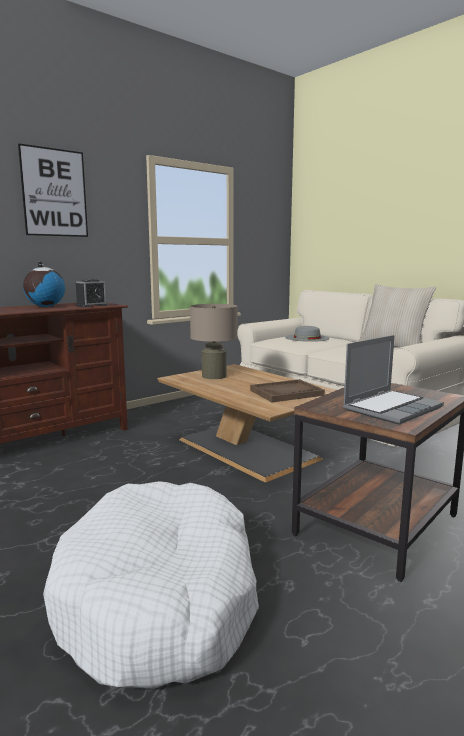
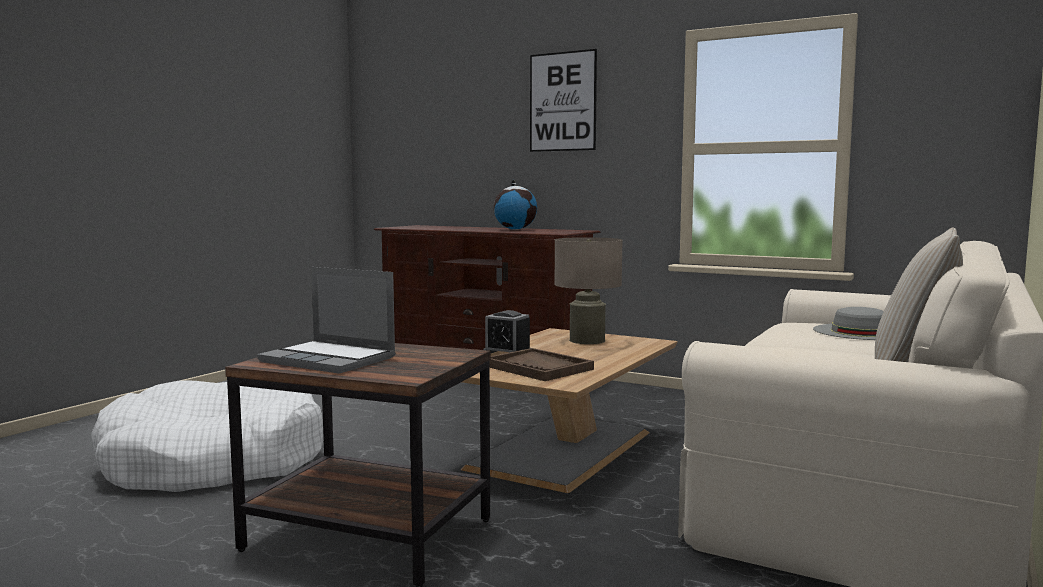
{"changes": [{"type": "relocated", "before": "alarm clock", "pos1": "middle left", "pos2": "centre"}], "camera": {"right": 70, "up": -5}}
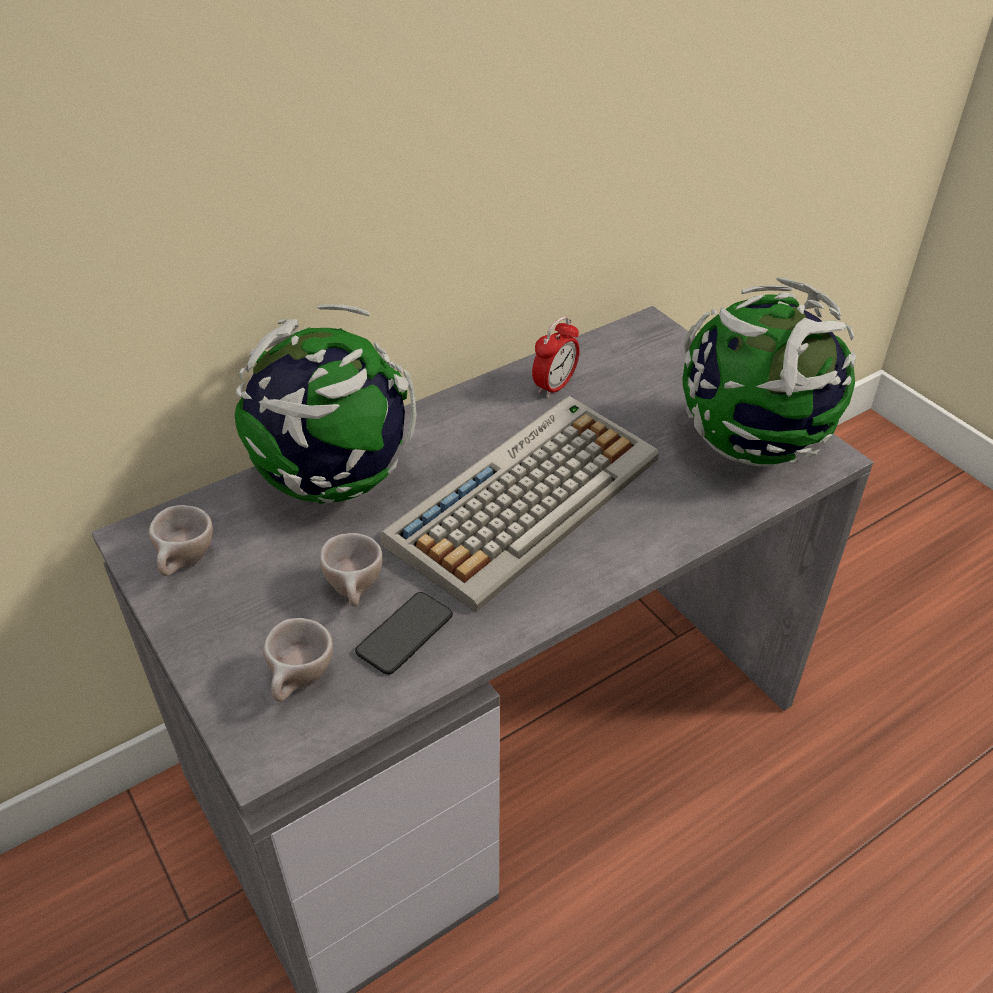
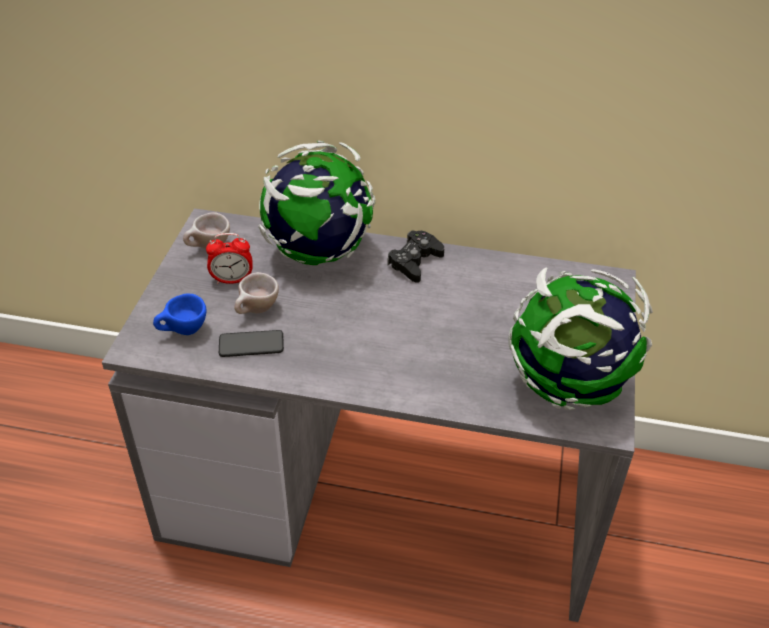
{"changes": [{"type": "colour", "before": "beige cup (no. 2 from left)", "after": "blue cup", "pos1": "middle left", "pos2": "middle left"}, {"type": "relocated", "before": "alarm clock", "pos1": "centre", "pos2": "middle left"}, {"type": "appeared", "after": "black game controller", "pos2": "centre"}, {"type": "missing", "before": "keyboard", "pos1": "centre"}], "camera": {"right": 45, "up": 0}}
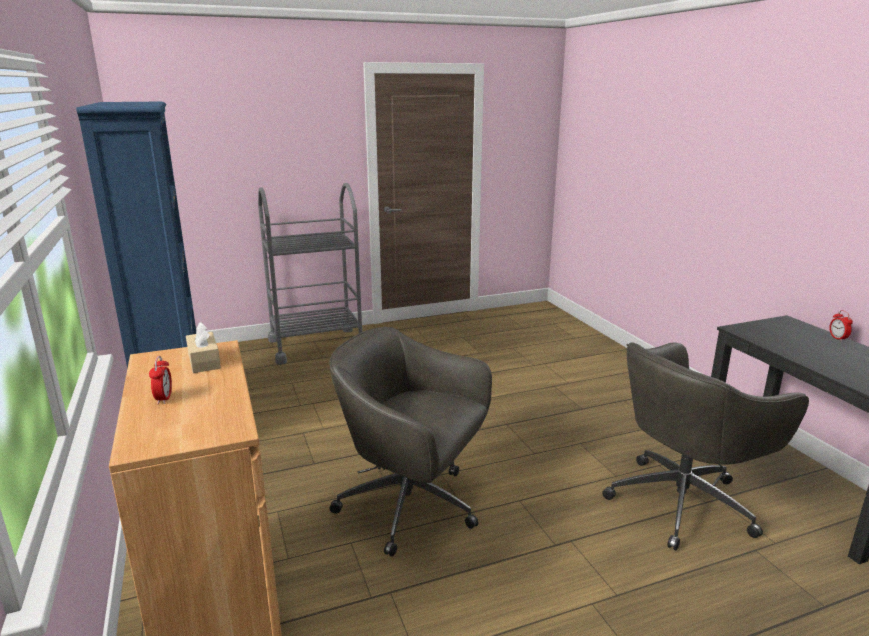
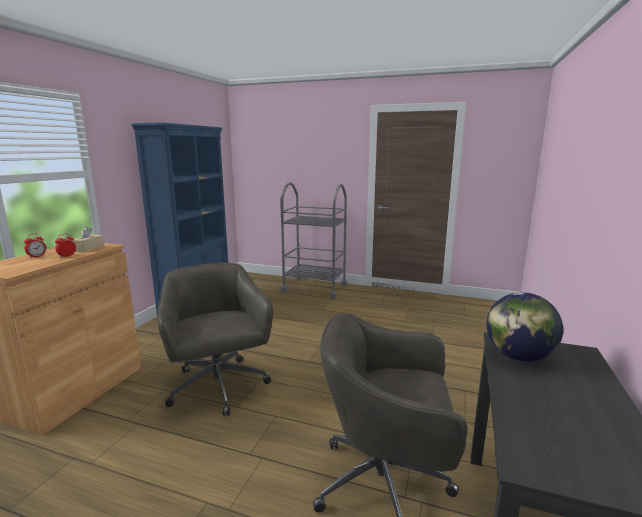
{"changes": [{"type": "relocated", "before": "alarm clock (no. 2 from left)", "pos1": "middle right", "pos2": "middle left"}, {"type": "appeared", "after": "globe", "pos2": "middle right"}], "camera": {"right": 40, "up": -5}}
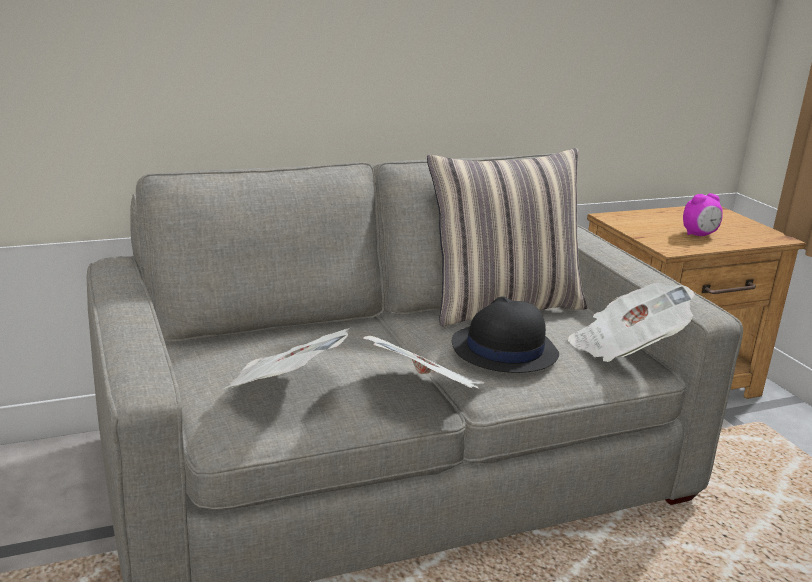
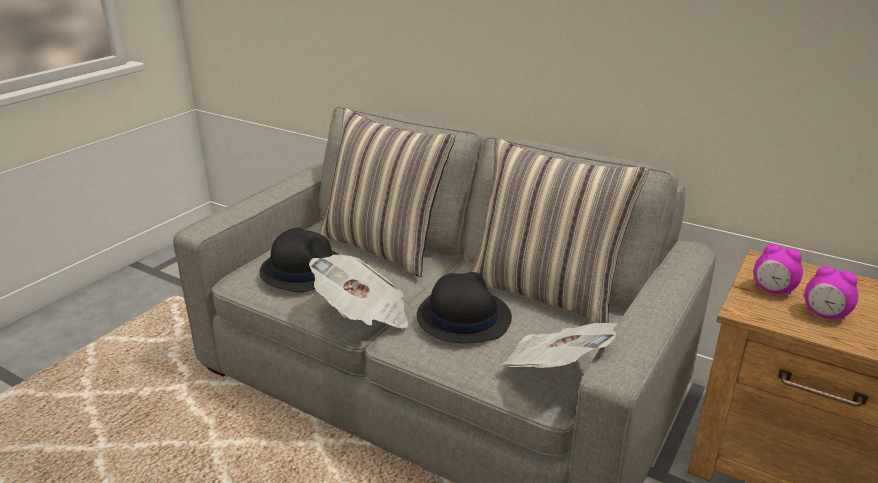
{"changes": [{"type": "exchanged", "before": "newspaper (no. 1 from left)", "after": "black hat (no. 1 from left)", "pos1": "centre", "pos2": "centre"}, {"type": "appeared", "after": "pillow (no. 1 from left)", "pos2": "centre"}, {"type": "appeared", "after": "alarm clock (no. 1 from left)", "pos2": "middle right"}], "camera": {"right": 55, "up": 5}}
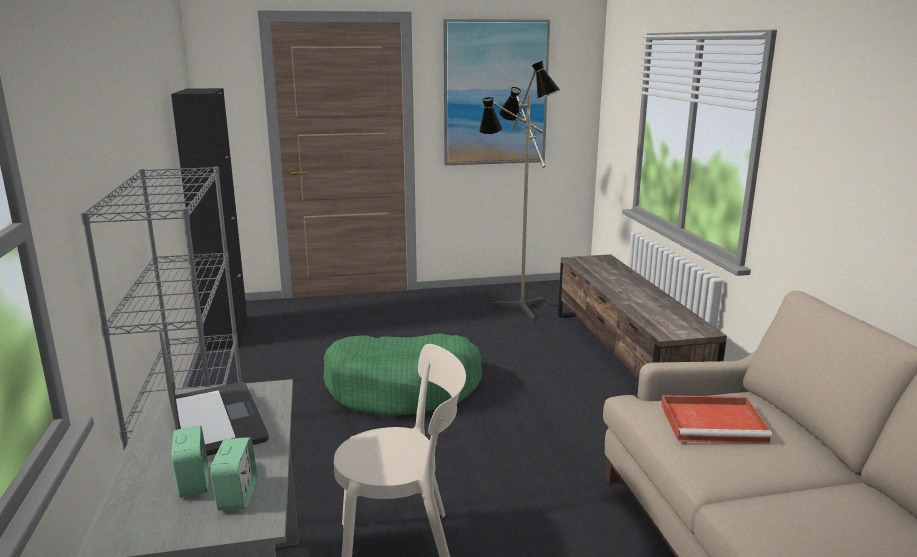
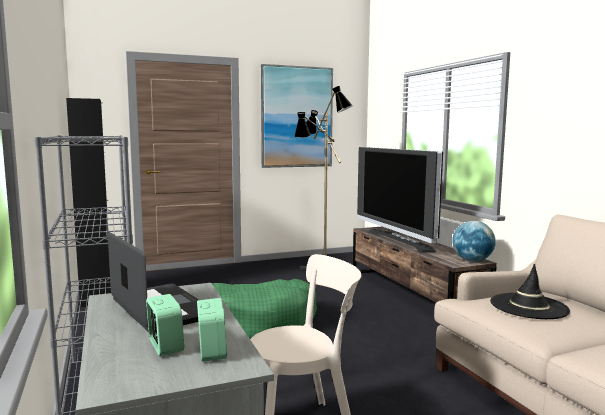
{"changes": [{"type": "appeared", "after": "television", "pos2": "centre"}, {"type": "appeared", "after": "globe", "pos2": "middle right"}, {"type": "exchanged", "before": "red tray", "after": "black hat", "pos1": "bottom right", "pos2": "bottom right"}], "camera": {"right": -10, "up": -10}}
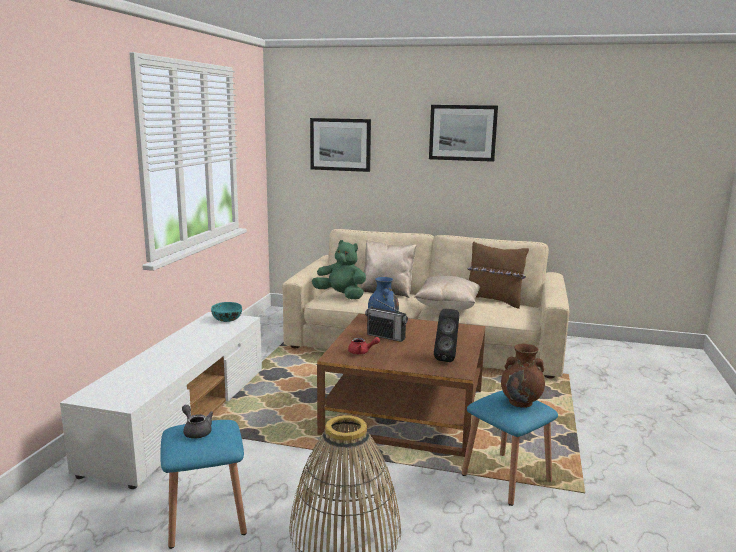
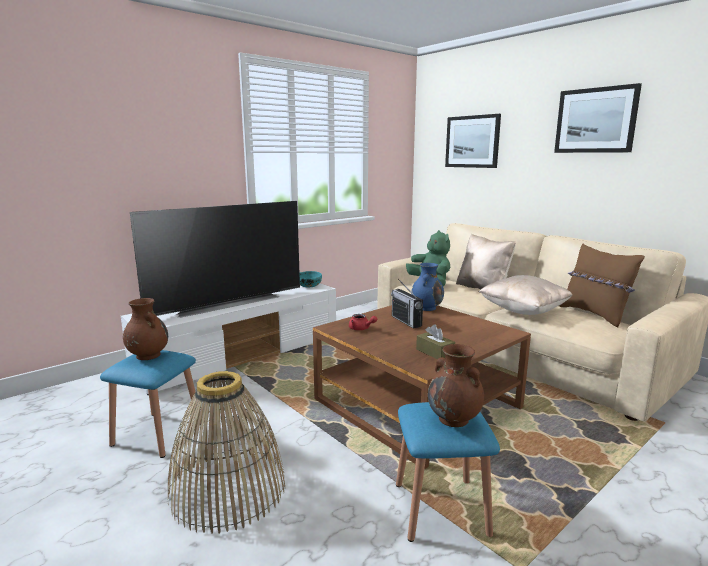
{"changes": [{"type": "exchanged", "before": "grey teapot", "after": "brown vase (no. 1 from left)", "pos1": "bottom left", "pos2": "middle left"}, {"type": "appeared", "after": "television", "pos2": "middle left"}, {"type": "exchanged", "before": "black speaker", "after": "brown tissue box", "pos1": "centre", "pos2": "centre"}], "camera": {"right": 35, "up": 0}}
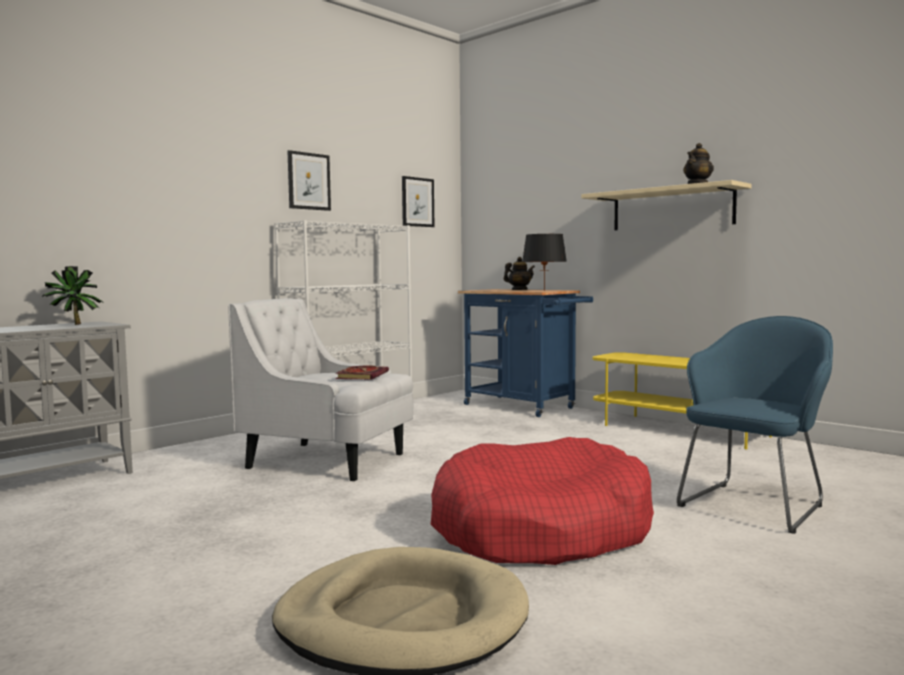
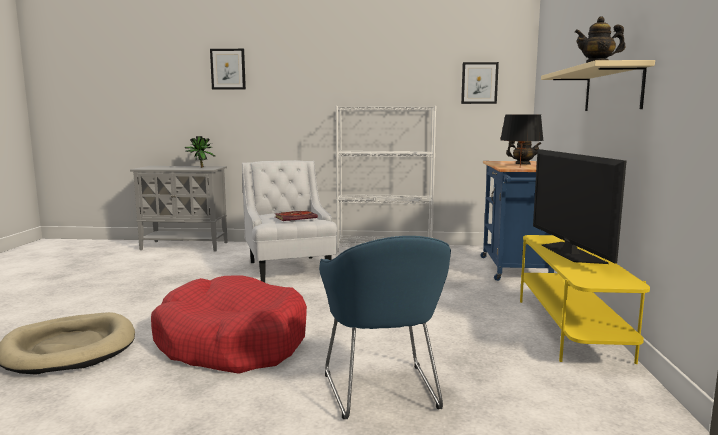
{"changes": [{"type": "relocated", "before": "picture (no. 1 from left)", "pos1": "top centre", "pos2": "top left"}, {"type": "spun", "before": "blue armchair", "pos1": "middle right", "pos2": "bottom centre", "turn": 75}, {"type": "appeared", "after": "television", "pos2": "middle right"}], "camera": {"right": 50, "up": 5}}
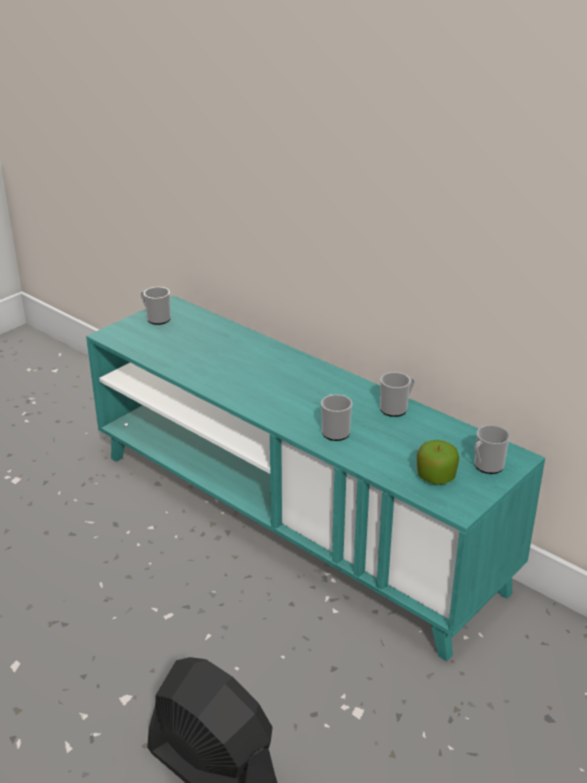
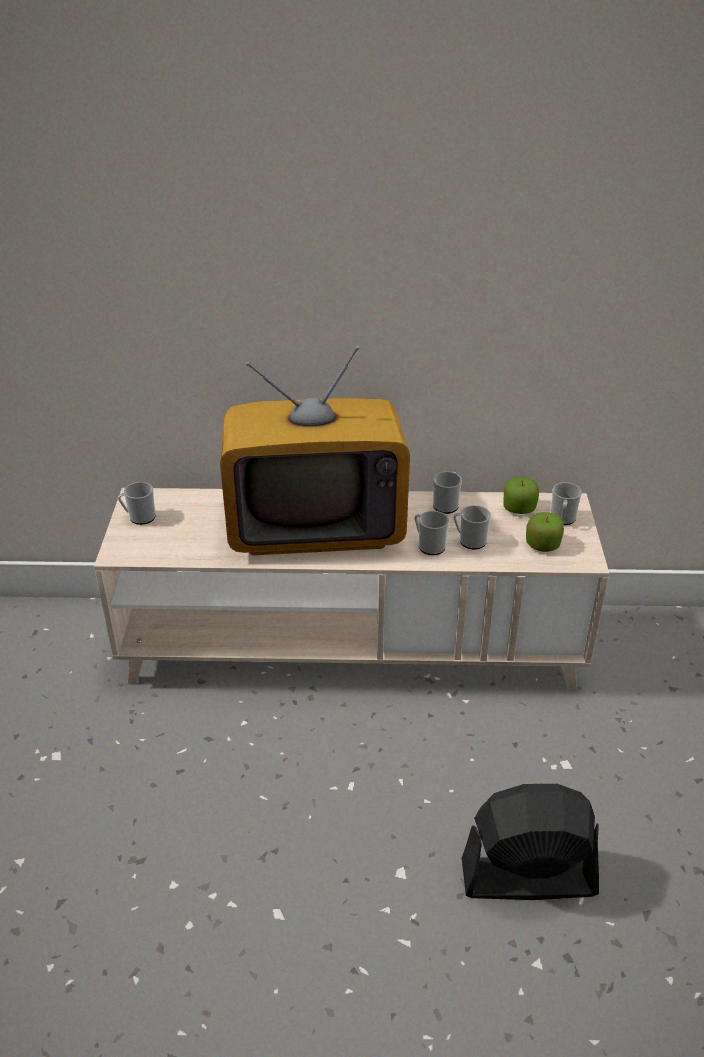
{"changes": [{"type": "colour", "before": "turquoise tv stand", "after": "beige tv stand", "pos1": "centre", "pos2": "centre"}, {"type": "appeared", "after": "television", "pos2": "centre"}, {"type": "appeared", "after": "mug (no. 4 from left)", "pos2": "middle right"}, {"type": "appeared", "after": "apple (no. 1 from left)", "pos2": "middle right"}], "camera": {"right": -40, "up": 5}}
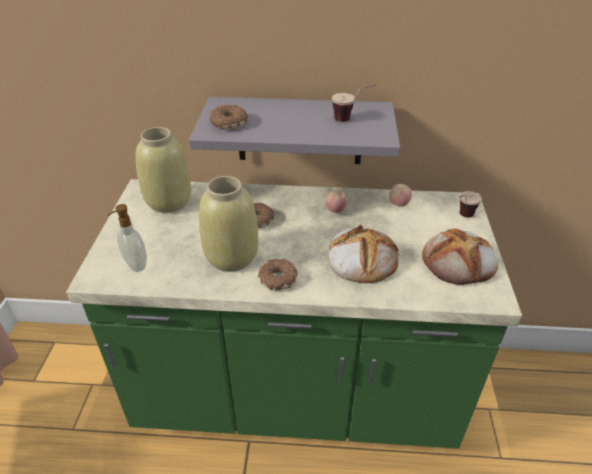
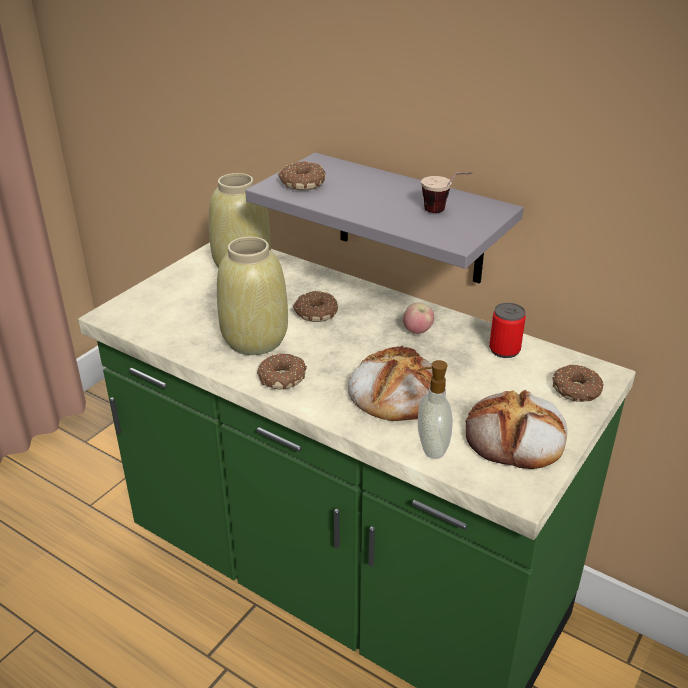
{"changes": [{"type": "relocated", "before": "soap dispenser", "pos1": "middle left", "pos2": "centre"}, {"type": "exchanged", "before": "apple (no. 2 from left)", "after": "can", "pos1": "middle right", "pos2": "middle right"}, {"type": "exchanged", "before": "cup (no. 2 from left)", "after": "donut (no. 4 from left)", "pos1": "middle right", "pos2": "middle right"}], "camera": {"right": 30, "up": -5}}
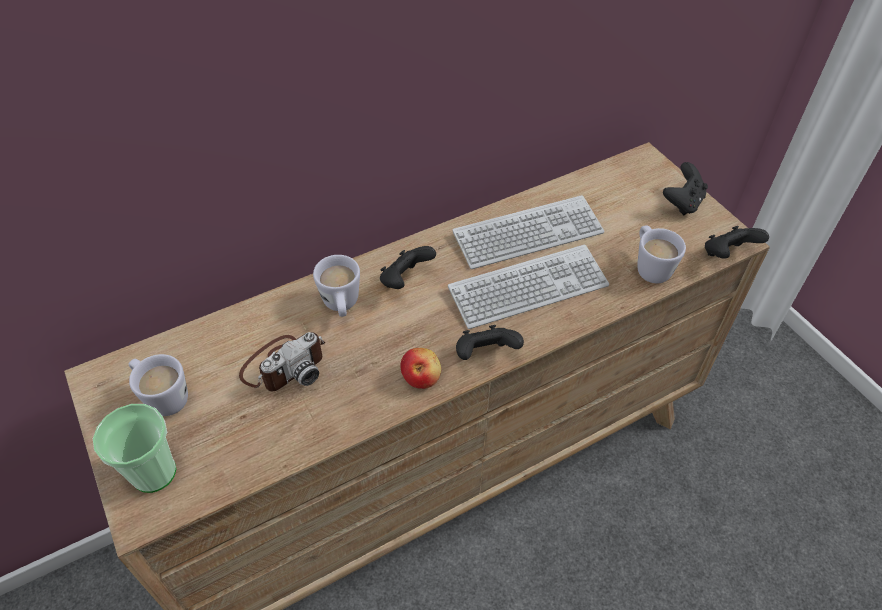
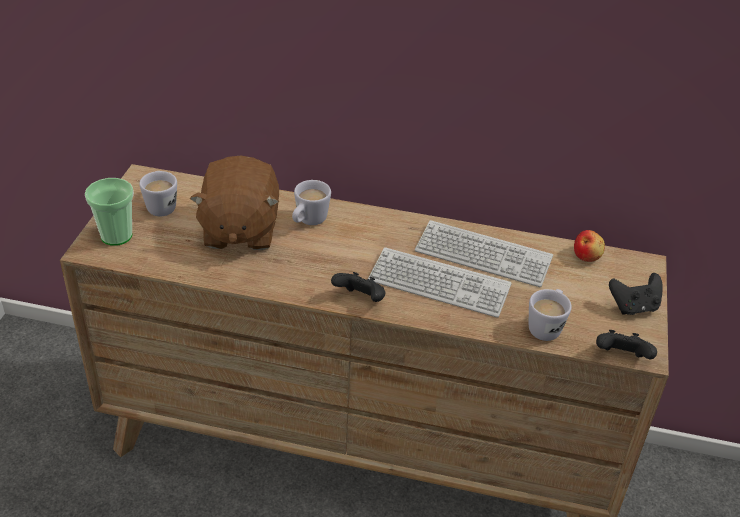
{"changes": [{"type": "exchanged", "before": "photo camera", "after": "brown plush toy", "pos1": "middle left", "pos2": "middle left"}, {"type": "relocated", "before": "apple", "pos1": "centre", "pos2": "middle right"}, {"type": "missing", "before": "black game controller (no. 1 from left)", "pos1": "centre"}], "camera": {"right": 40, "up": -10}}
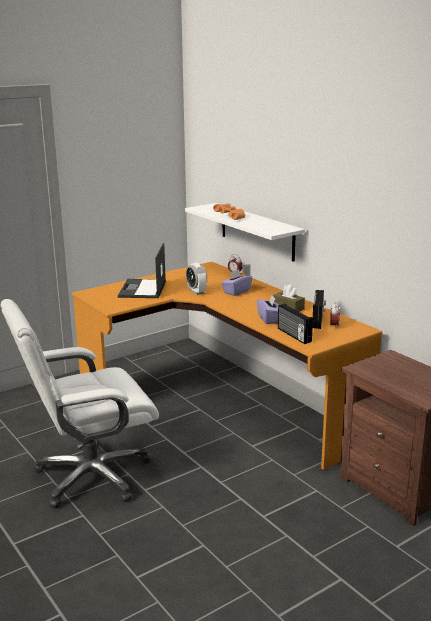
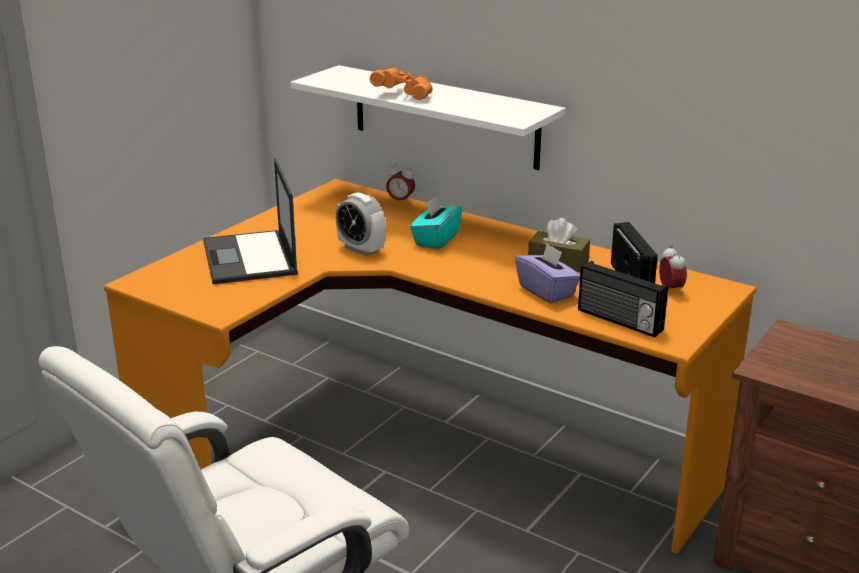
{"changes": [{"type": "colour", "before": "purple tissue box (no. 1 from left)", "after": "turquoise tissue box", "pos1": "centre", "pos2": "centre"}], "camera": {"right": -20, "up": 5}}
